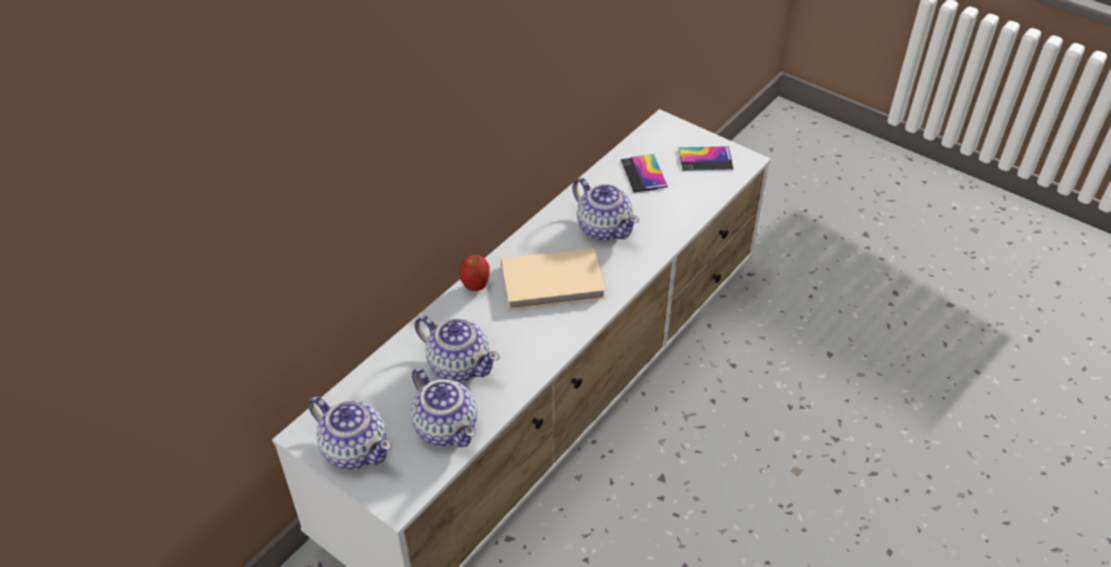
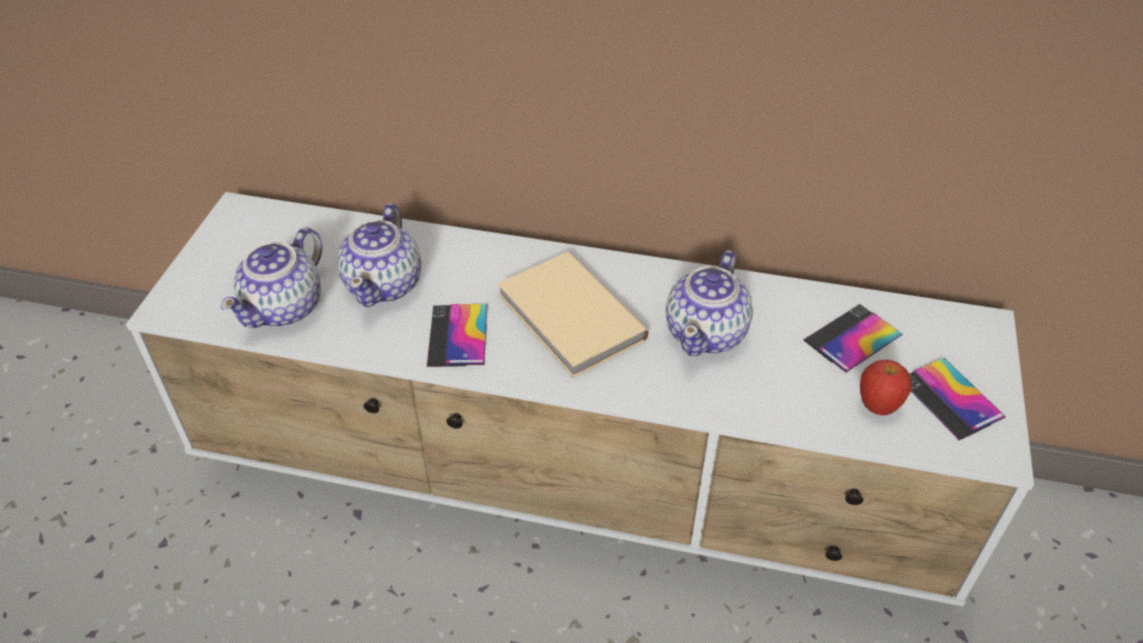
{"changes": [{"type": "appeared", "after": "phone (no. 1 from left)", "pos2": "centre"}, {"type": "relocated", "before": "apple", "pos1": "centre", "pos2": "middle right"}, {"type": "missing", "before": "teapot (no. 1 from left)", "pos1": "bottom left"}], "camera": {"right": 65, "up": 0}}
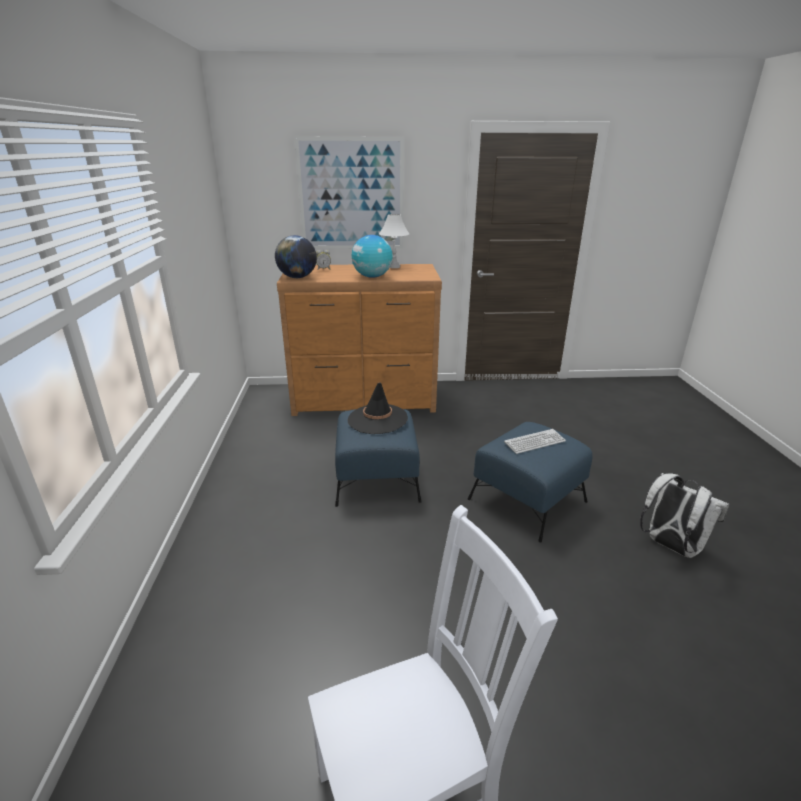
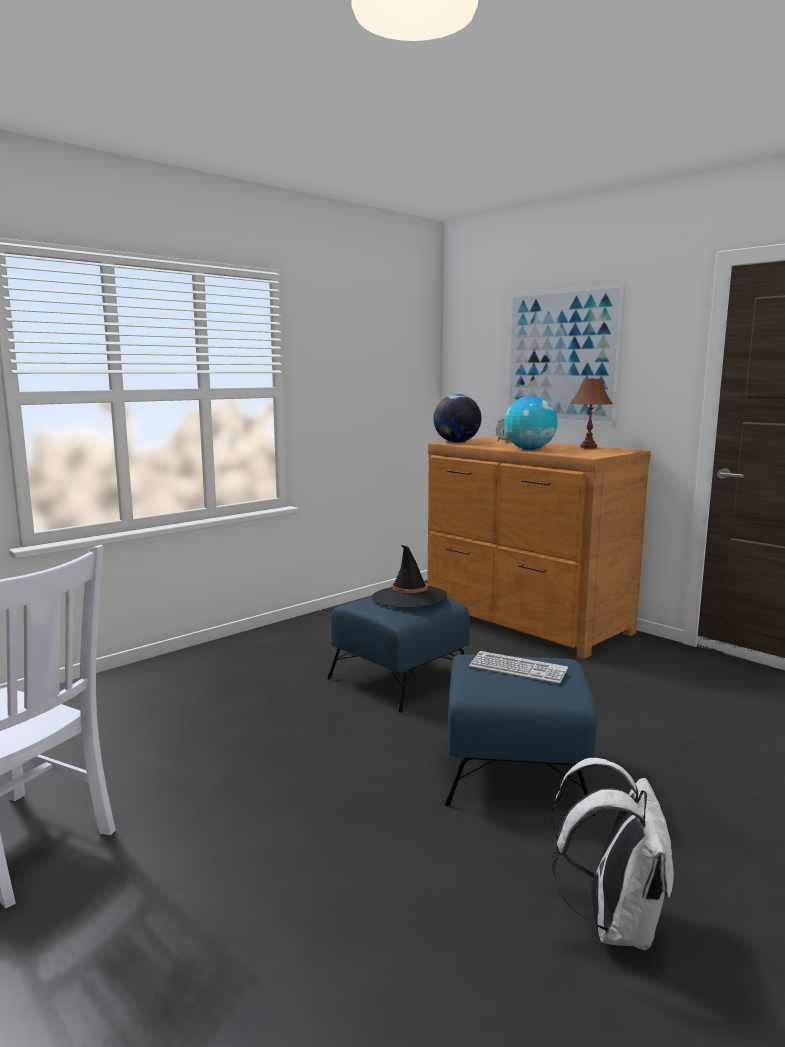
{"changes": [{"type": "colour", "before": "white table lamp", "after": "brown table lamp", "pos1": "top centre", "pos2": "middle right"}], "camera": {"right": 50, "up": -15}}
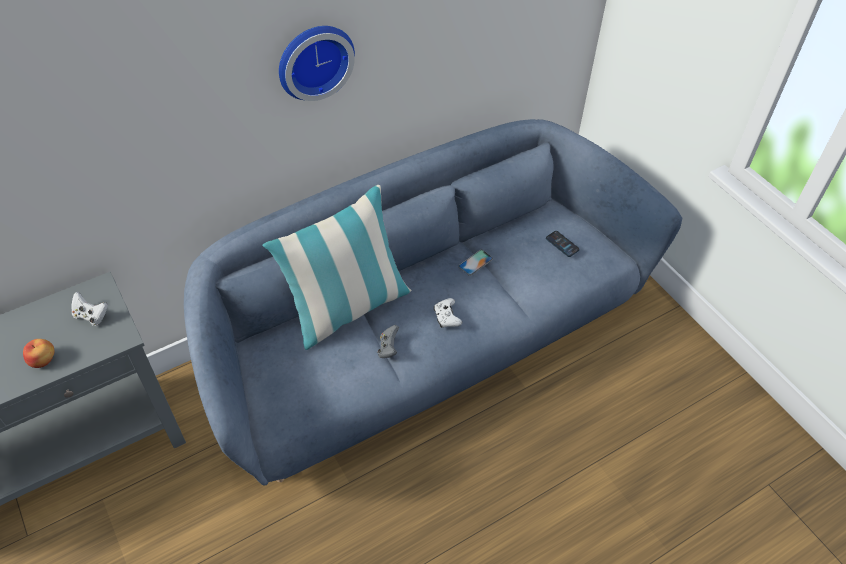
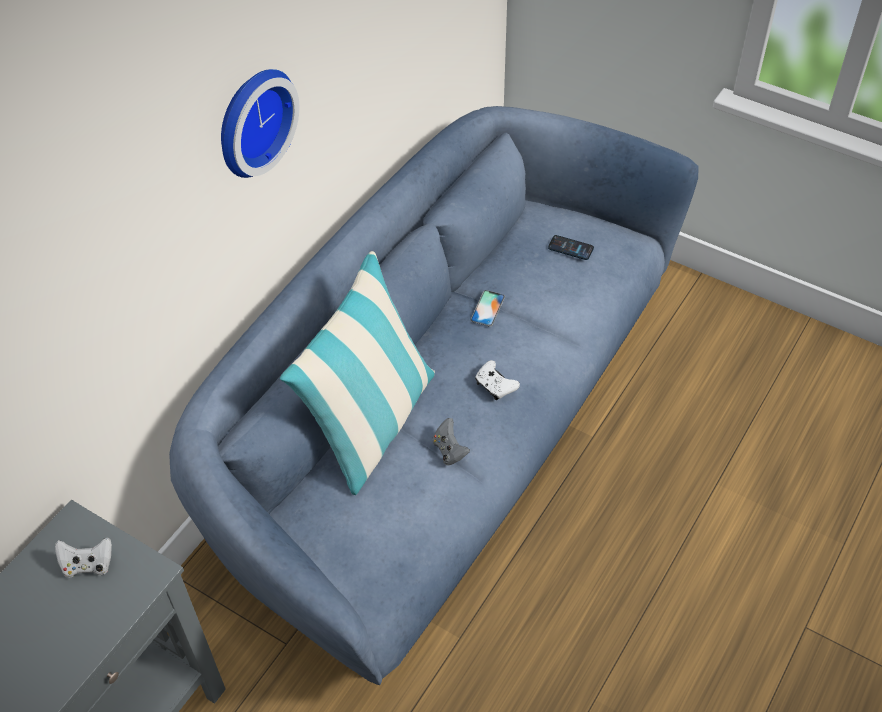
{"changes": [{"type": "missing", "before": "apple", "pos1": "middle left"}], "camera": {"right": -25, "up": 0}}
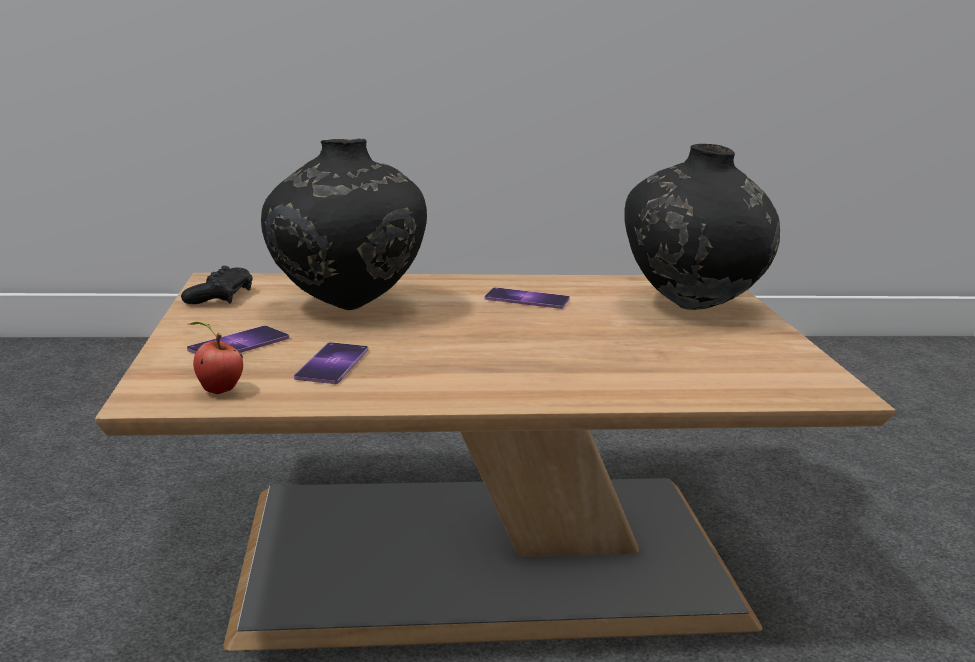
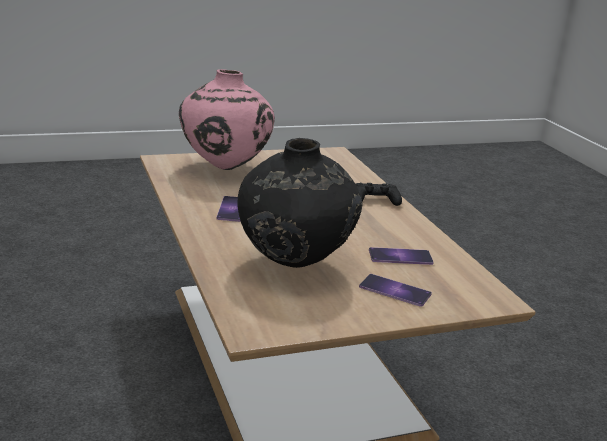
{"changes": [{"type": "colour", "before": "black vase (no. 2 from left)", "after": "pink vase", "pos1": "middle right", "pos2": "top centre"}, {"type": "relocated", "before": "black game controller", "pos1": "middle left", "pos2": "centre"}, {"type": "missing", "before": "apple", "pos1": "middle left"}], "camera": {"right": -105, "up": 5}}
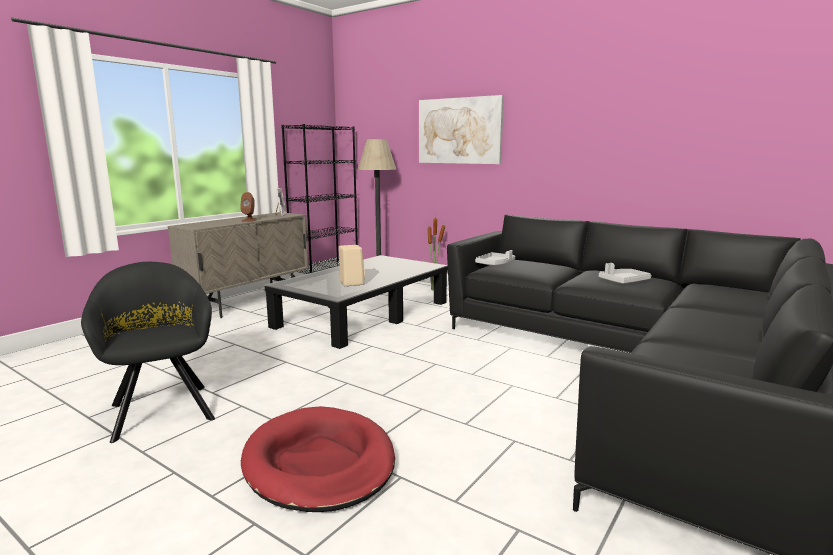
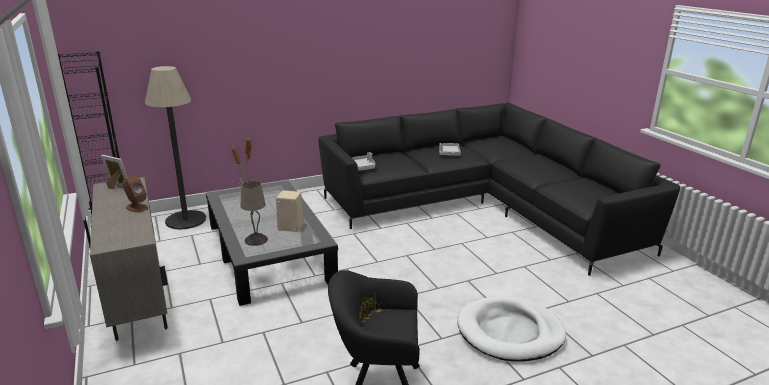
{"changes": [{"type": "appeared", "after": "beige table lamp", "pos2": "middle left"}, {"type": "colour", "before": "red dog bed", "after": "white dog bed", "pos1": "bottom centre", "pos2": "bottom centre"}, {"type": "missing", "before": "picture", "pos1": "top centre"}], "camera": {"right": -60, "up": 10}}
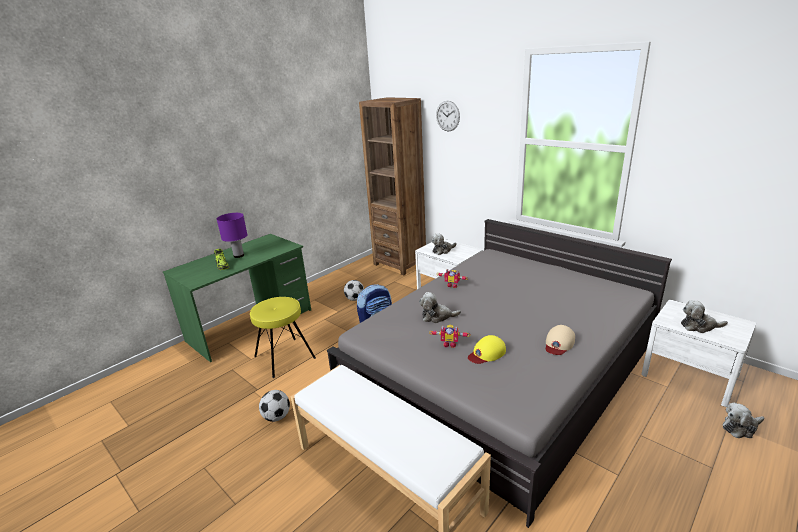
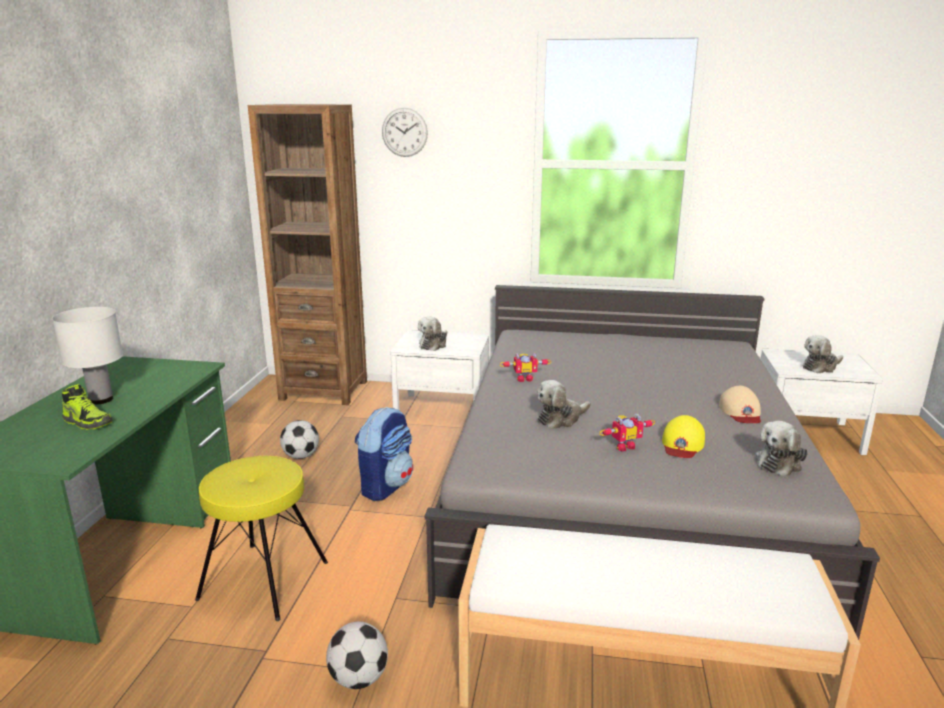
{"changes": [{"type": "colour", "before": "purple table lamp", "after": "white table lamp", "pos1": "middle left", "pos2": "middle left"}, {"type": "relocated", "before": "plush toy (no. 4 from left in the first image)", "after": "plush toy (no. 3 from left)", "pos1": "bottom right", "pos2": "middle right"}], "camera": {"right": -35, "up": -5}}
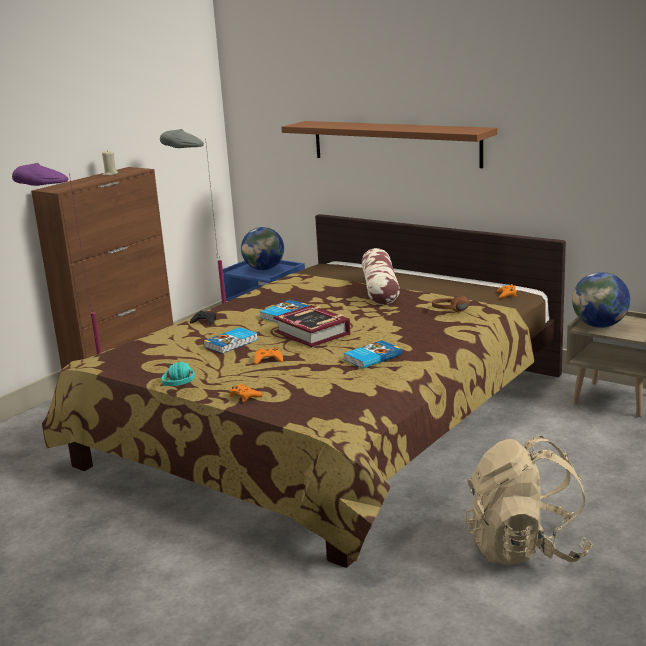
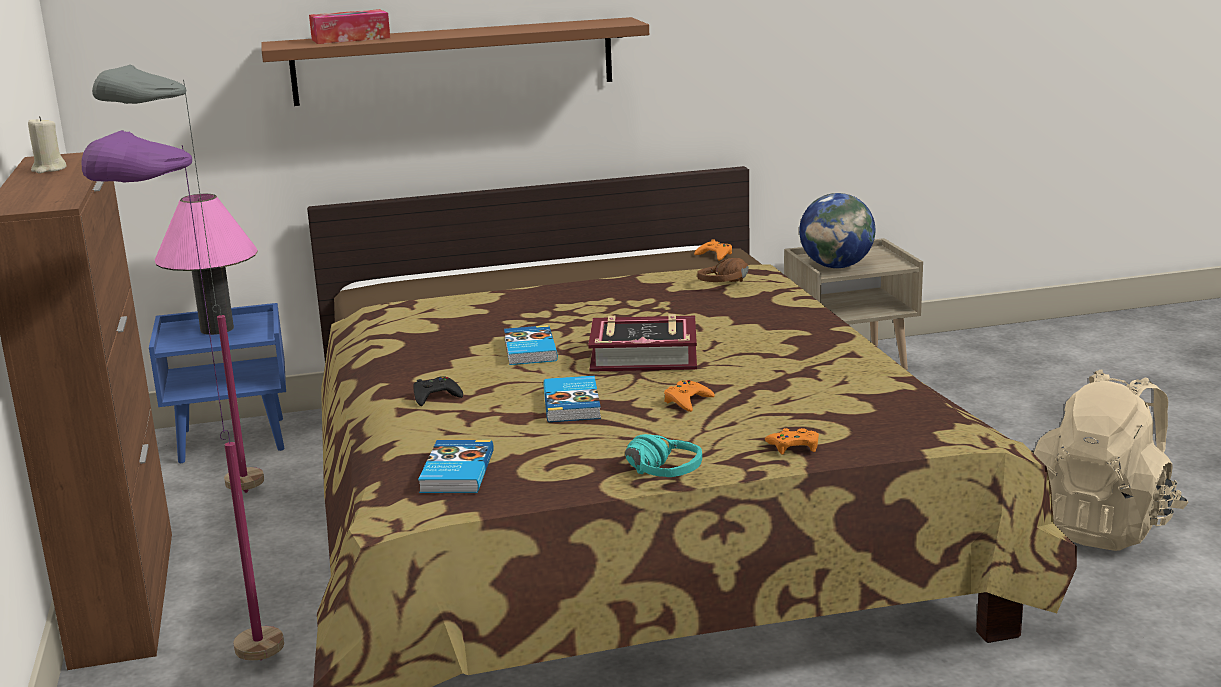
{"changes": [{"type": "exchanged", "before": "globe (no. 1 from left)", "after": "pink table lamp", "pos1": "centre", "pos2": "middle left"}, {"type": "appeared", "after": "tissue box", "pos2": "top left"}, {"type": "relocated", "before": "book (no. 4 from left in the first image)", "after": "book (no. 1 from left)", "pos1": "centre", "pos2": "bottom centre"}, {"type": "missing", "before": "pillow", "pos1": "centre"}], "camera": {"right": -50, "up": 0}}
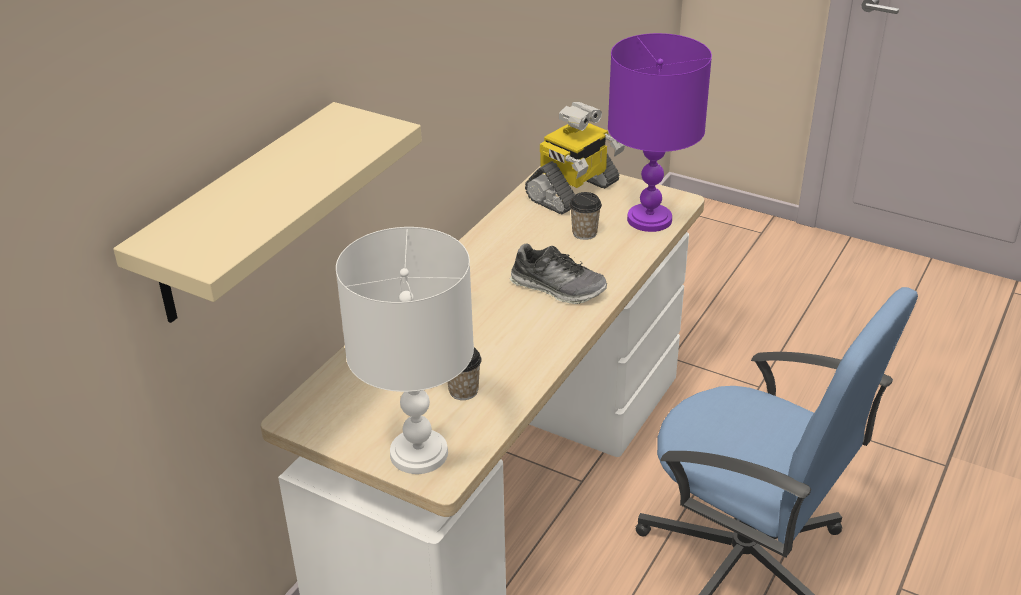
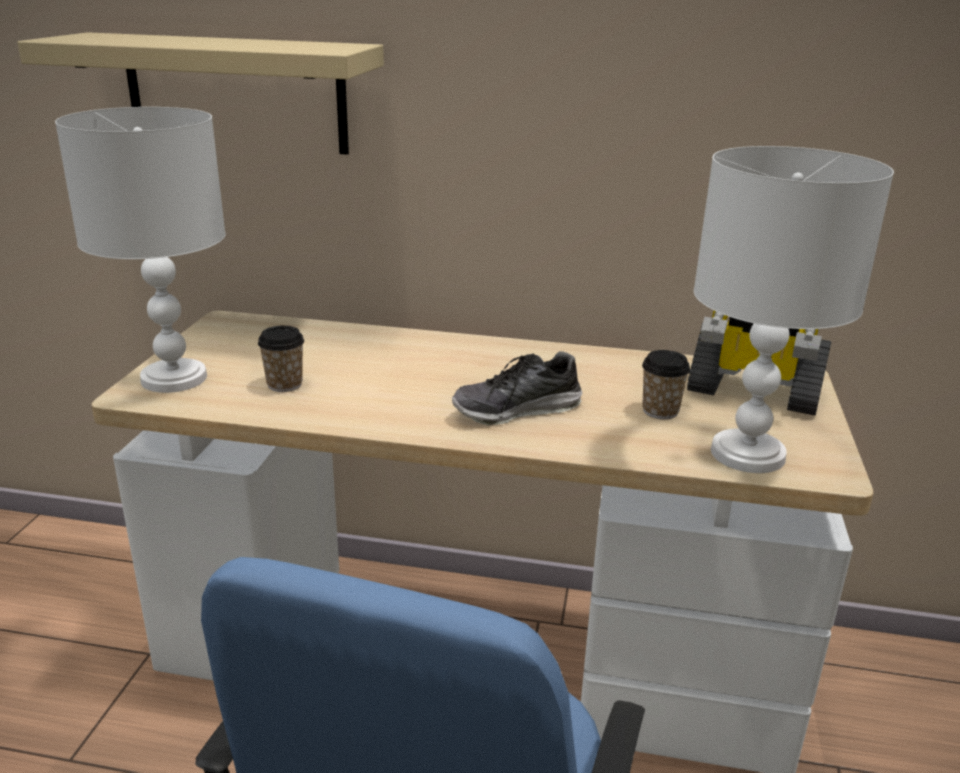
{"changes": [{"type": "spun", "before": "shoe", "pos1": "centre", "pos2": "centre", "turn": 60}, {"type": "colour", "before": "purple table lamp", "after": "white table lamp (no. 2 from left)", "pos1": "top centre", "pos2": "middle right"}], "camera": {"right": 70, "up": -10}}
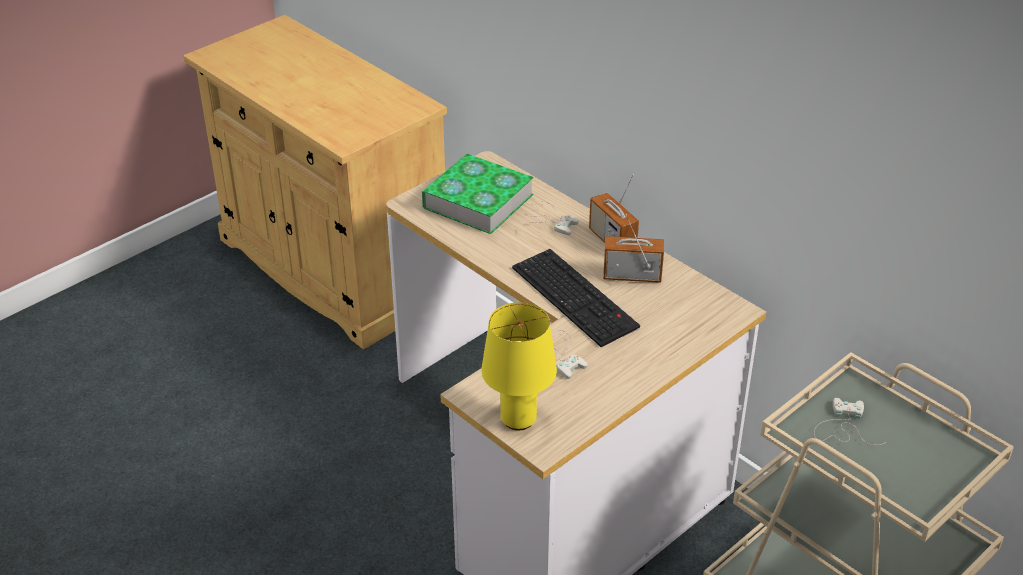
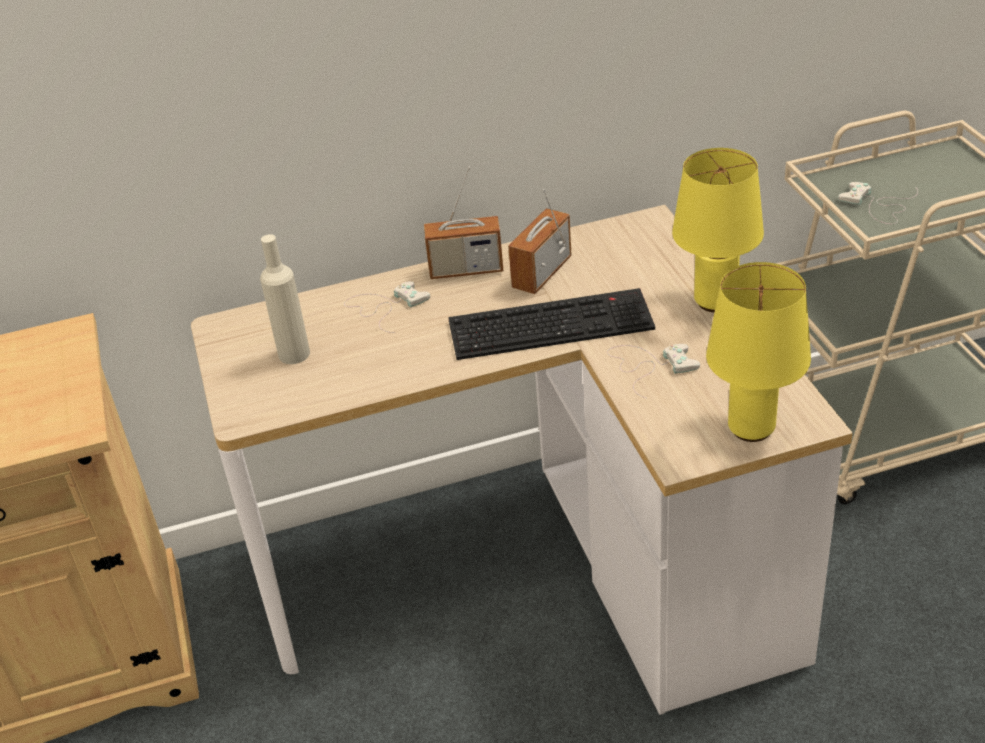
{"changes": [{"type": "exchanged", "before": "book", "after": "beige bottle", "pos1": "centre", "pos2": "middle left"}, {"type": "appeared", "after": "yellow table lamp (no. 1 from left)", "pos2": "top right"}], "camera": {"right": -60, "up": 0}}
